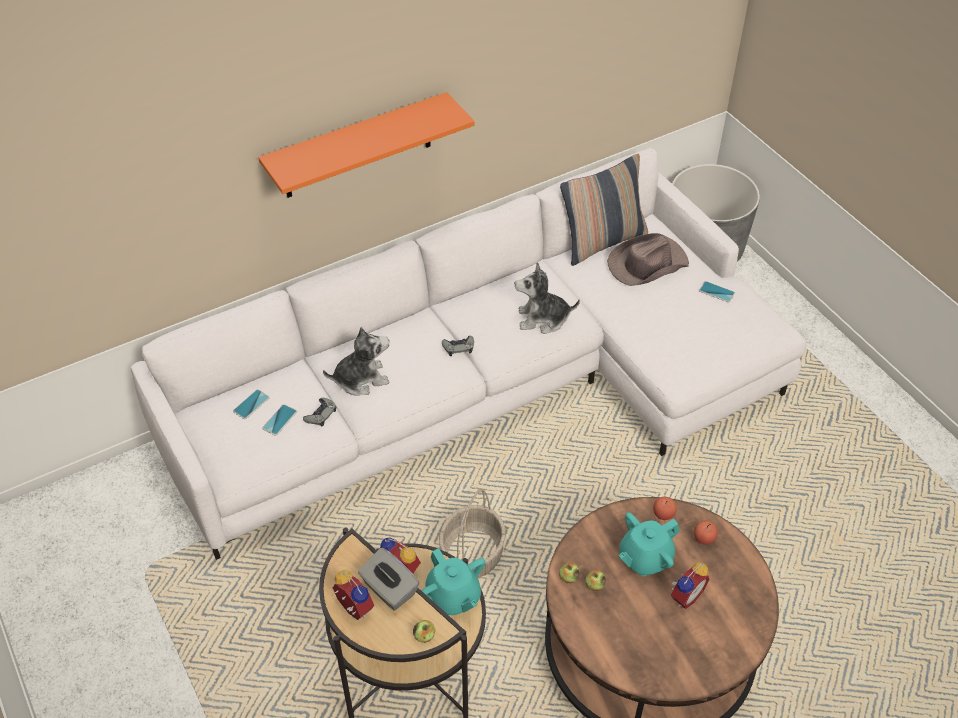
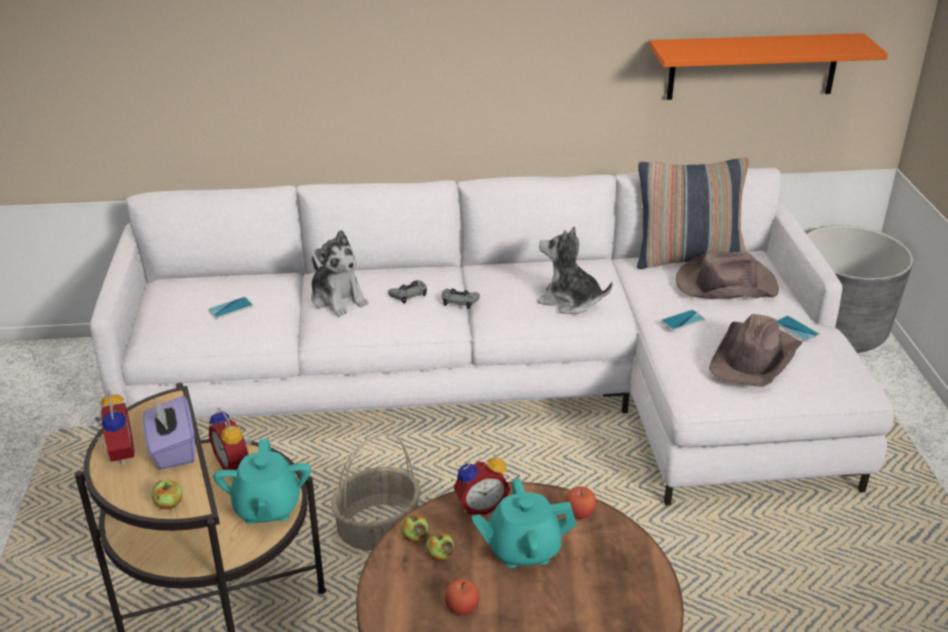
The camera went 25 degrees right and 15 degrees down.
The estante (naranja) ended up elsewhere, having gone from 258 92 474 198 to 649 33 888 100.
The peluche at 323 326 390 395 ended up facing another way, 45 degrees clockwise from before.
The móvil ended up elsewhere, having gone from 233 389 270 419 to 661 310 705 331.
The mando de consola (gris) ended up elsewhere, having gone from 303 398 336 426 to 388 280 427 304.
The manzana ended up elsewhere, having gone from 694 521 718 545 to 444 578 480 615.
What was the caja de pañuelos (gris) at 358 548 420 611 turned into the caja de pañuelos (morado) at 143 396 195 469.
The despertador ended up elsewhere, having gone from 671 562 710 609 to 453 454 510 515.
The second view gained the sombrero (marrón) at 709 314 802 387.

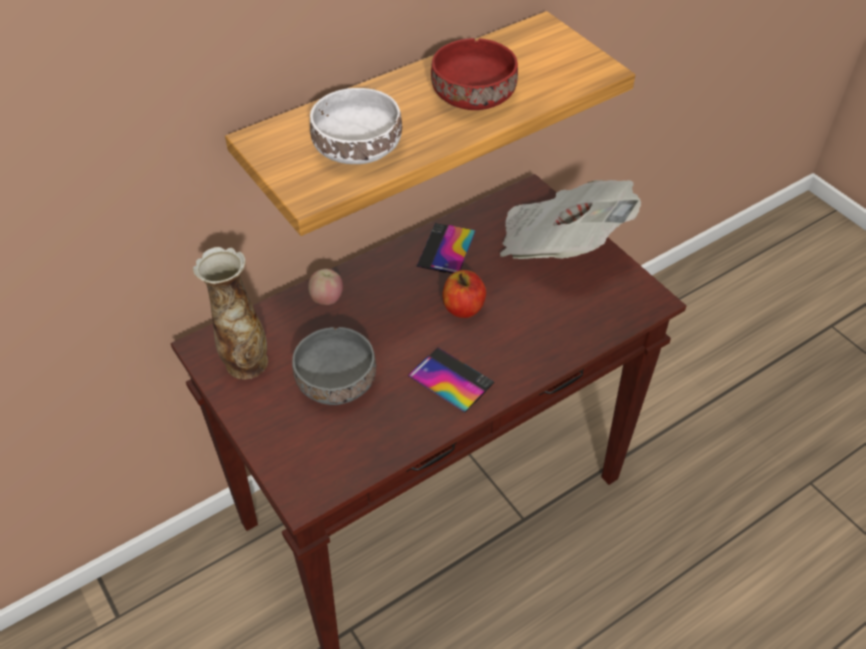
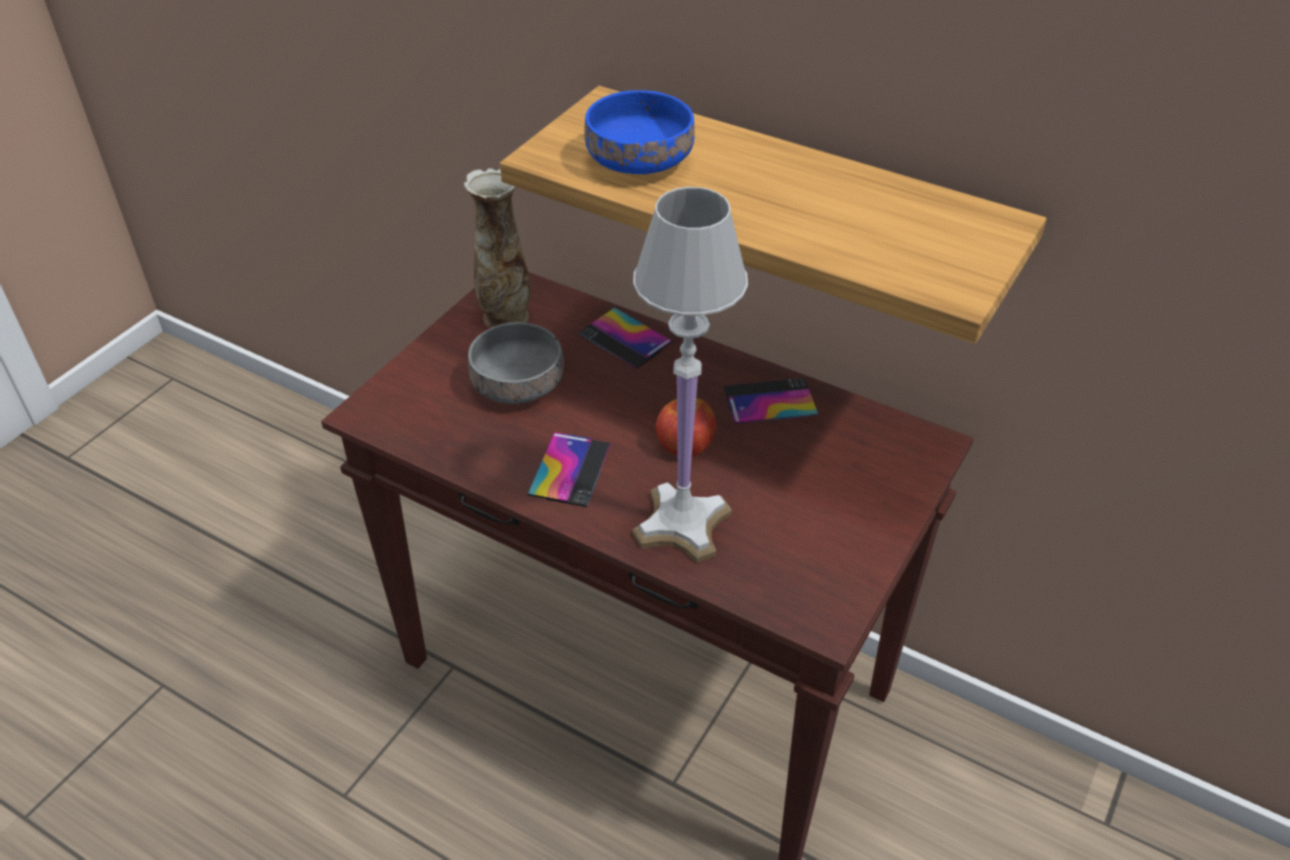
The camera went 65 degrees right and 5 degrees down.
The second view lost the cuenco (rojo) at 431 38 518 110.
What was the cuenco (blanco) at 310 88 402 164 turned into the cuenco (azul) at 584 90 695 174.
The second view lost the periódico at 500 180 641 259.
Where the manzana stood at 308 269 343 305, the móvil came to stand at 578 307 673 369.
The second view gained the lámpara de mesa (blanco) at 632 187 748 563.

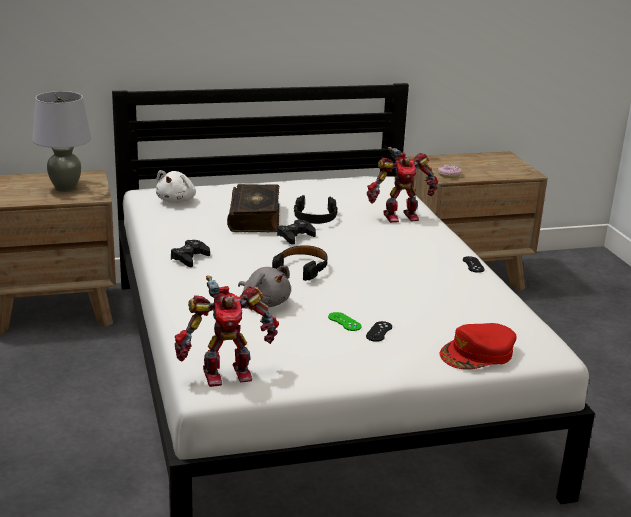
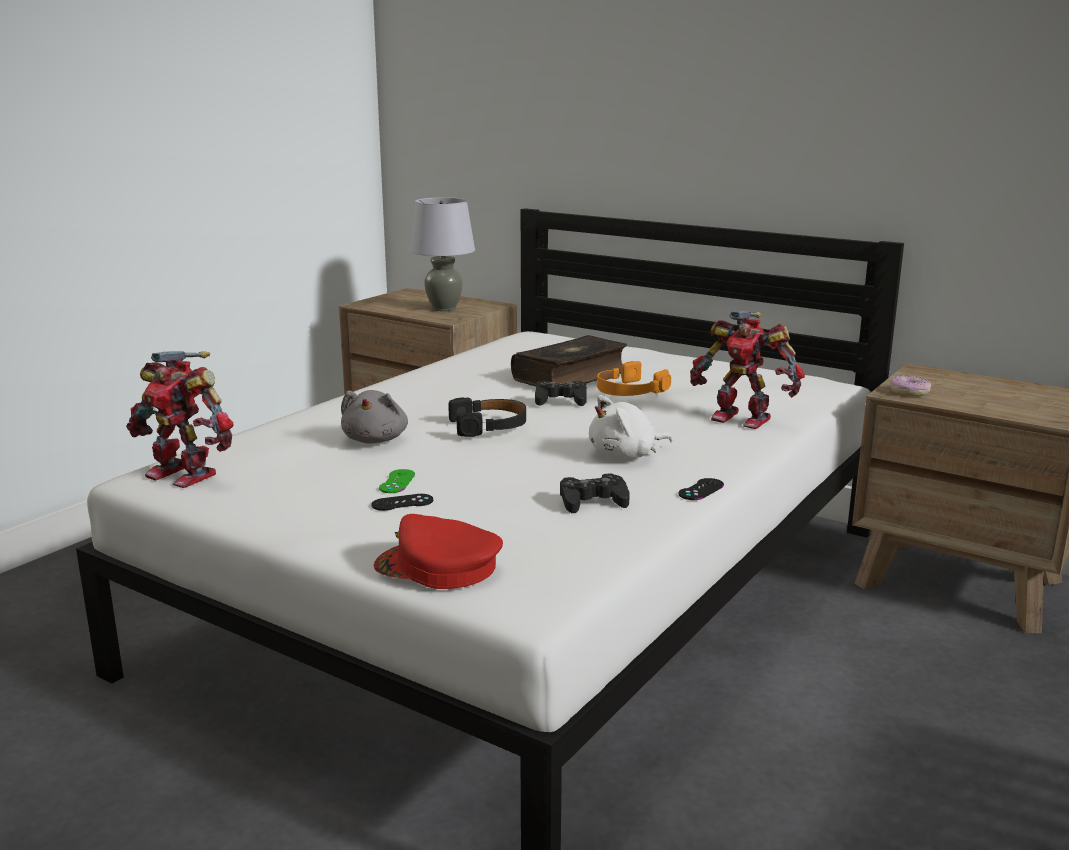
The camera went 50 degrees right and 5 degrees down.
The peluche (blanco) ended up elsewhere, having gone from 156 170 196 203 to 589 395 673 459.
What was the auriculares (negro) at 294 195 337 224 turned into the auriculares (naranja) at 597 361 671 396.
The mando de consola (negro) ended up elsewhere, having gone from 171 240 210 267 to 560 473 630 513.

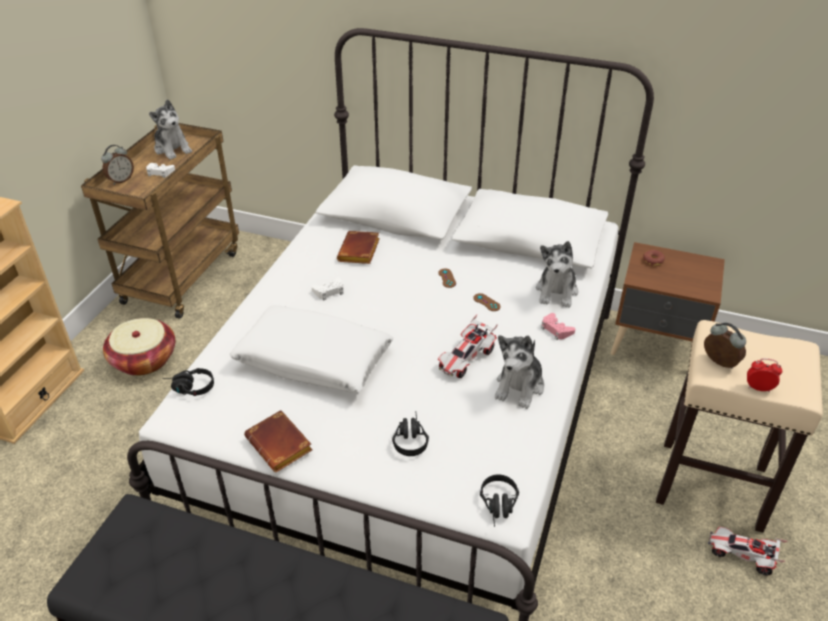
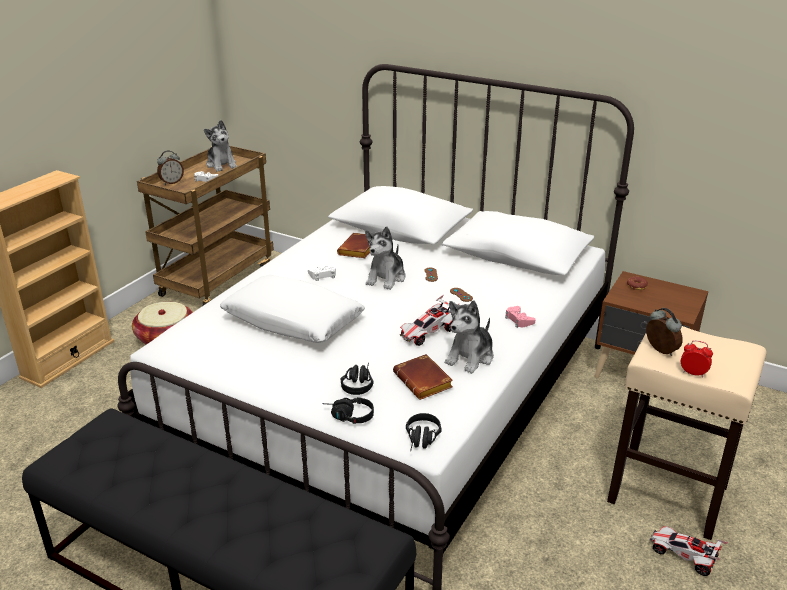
The camera went 10 degrees right and 10 degrees down.
The peluche ended up elsewhere, having gone from 536 241 578 308 to 365 227 406 290.
The auriculares (negro) ended up elsewhere, having gone from 162 368 214 396 to 322 397 374 424.
The libro (marrón) ended up elsewhere, having gone from 244 410 313 472 to 393 354 453 400.

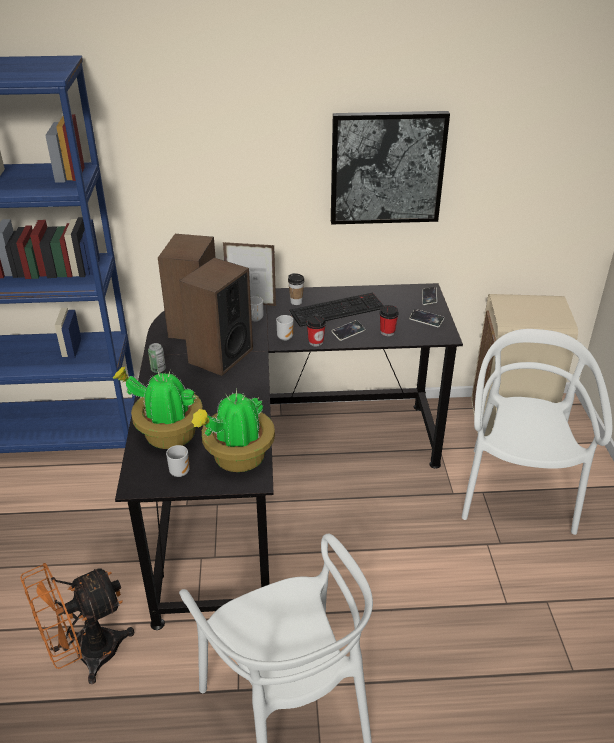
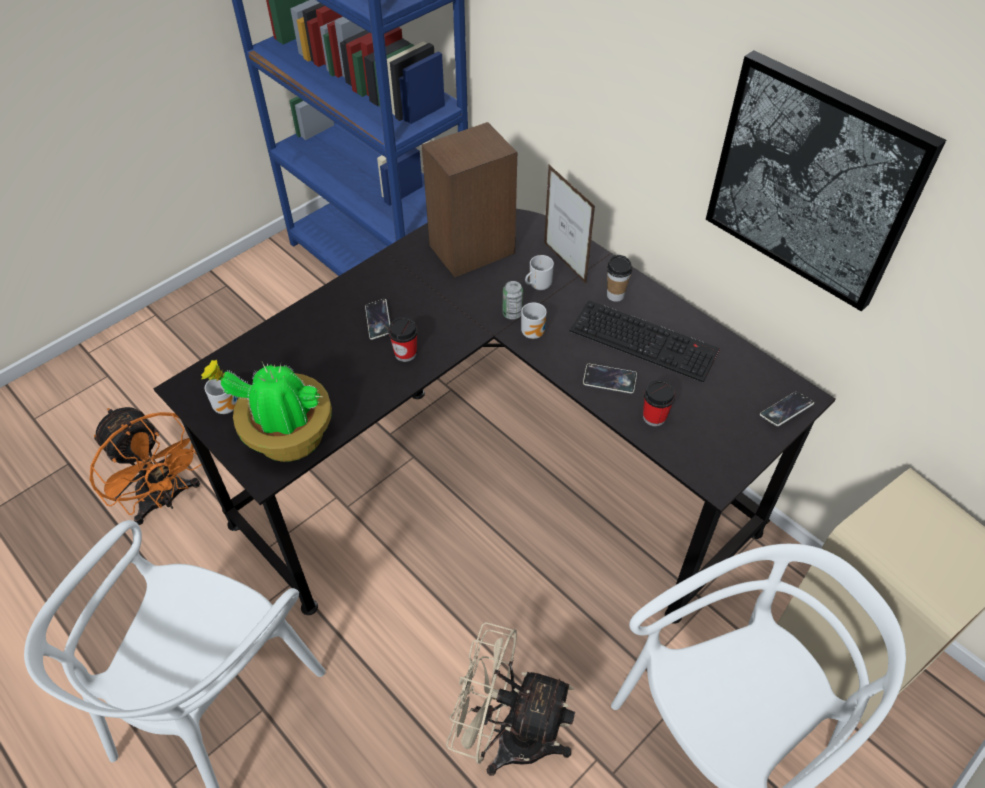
The camera went 50 degrees right and 15 degrees up.
The second view lost the altavoz at 179 258 253 376.
The móvil ended up elsewhere, having gone from 409 309 444 327 to 365 299 390 340.
The taza ended up elsewhere, having gone from 306 315 326 346 to 388 317 418 362.
The lata ended up elsewhere, having gone from 148 343 166 373 to 503 281 523 320.
The second view lost the planta en maceta at 112 366 203 449.
The ventilador (naranja) at 20 563 134 684 ended up facing another way, 150 degrees counterclockwise from before.
The second view gained the ventilador (beis) at 446 622 575 776.

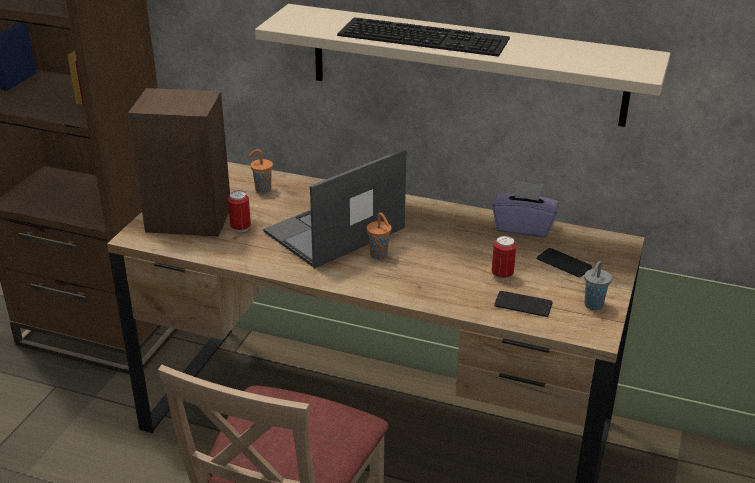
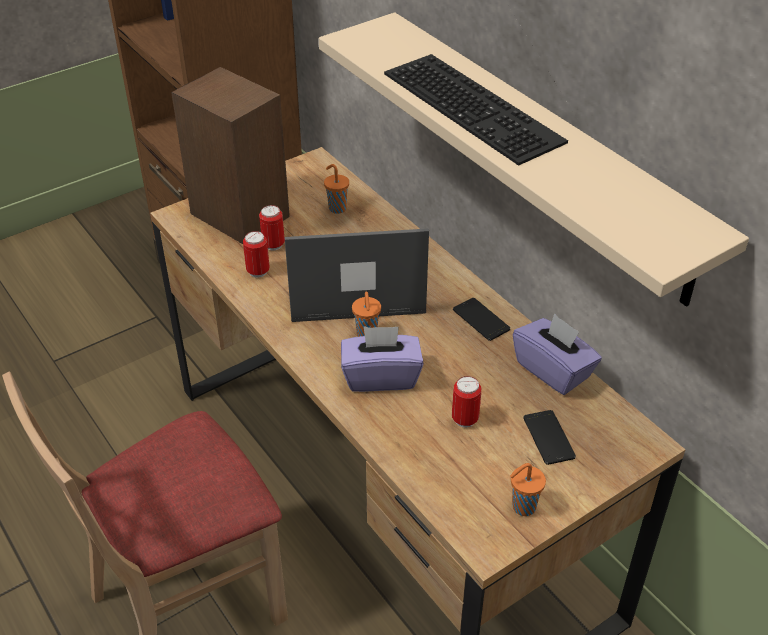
The camera went 35 degrees right and 10 degrees up.
What was the taza (gris) at 584 261 612 310 turned into the taza (naranja) at 510 463 546 516.
The móvil ended up elsewhere, having gone from 494 291 553 317 to 453 298 510 341.
The second view gained the lata at 243 231 270 278.
The second view gained the caja de pañuelos (morado) at 341 327 424 392.

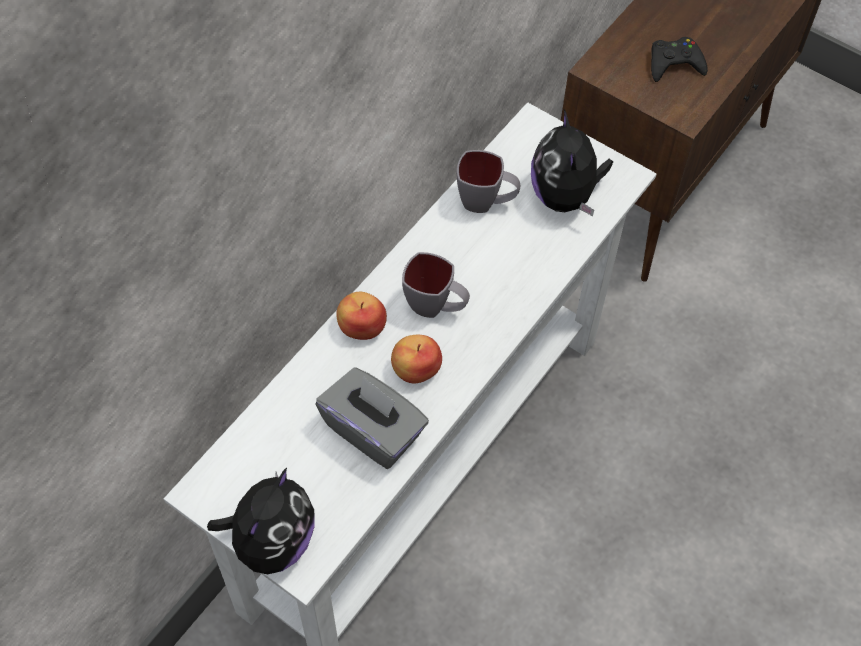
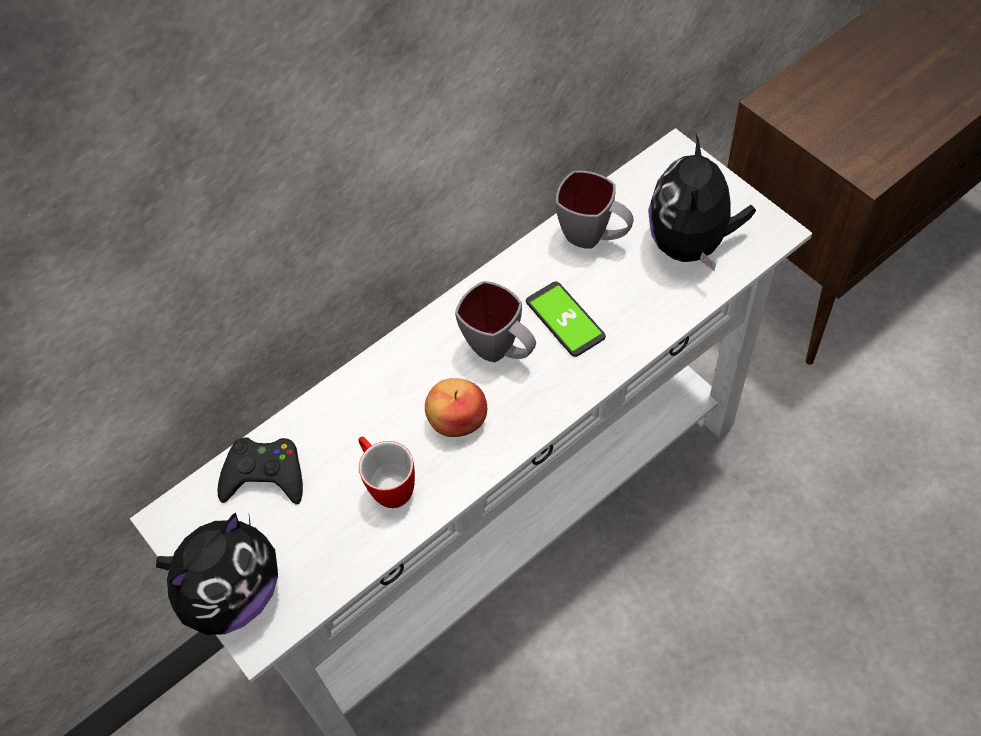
The camera went 20 degrees right and 0 degrees up.
The mando de consola (negro) ended up elsewhere, having gone from 651 37 708 82 to 217 437 303 505.
The second view lost the manzana at 336 292 387 340.
Where the caja de pañuelos (gris) stood at 316 368 429 469, the taza grande came to stand at 358 437 415 508.
The second view gained the móvil at 526 281 606 357.

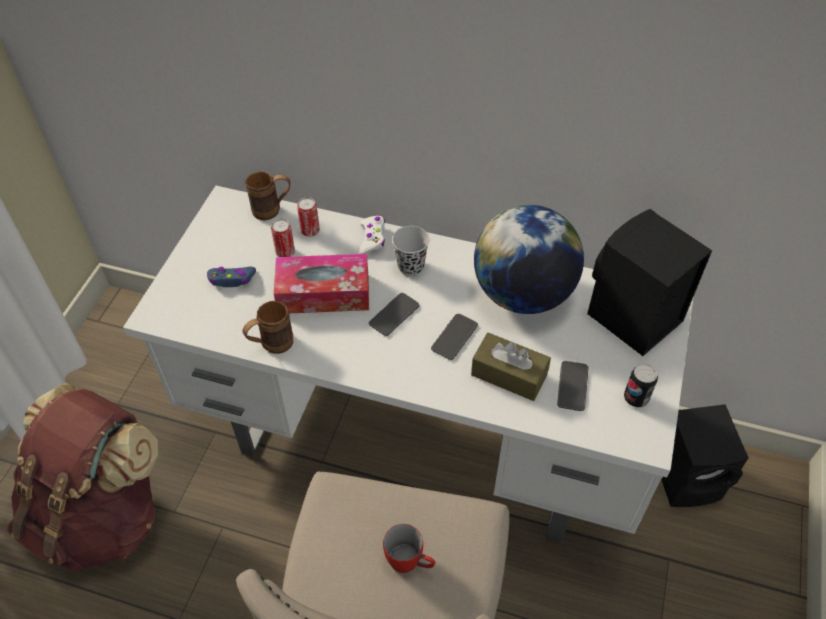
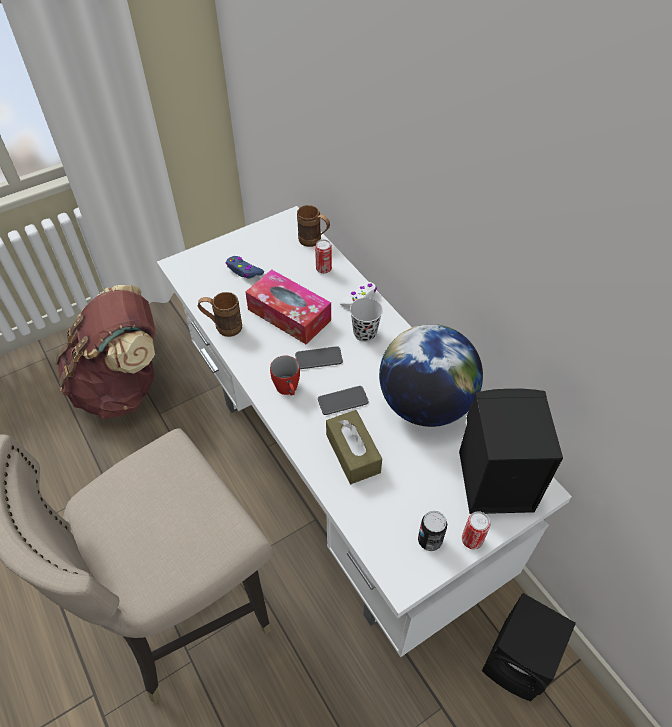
The camera went 40 degrees right and 0 degrees up.
The lata ended up elsewhere, having gone from 271 219 295 257 to 462 511 490 549.
The second view lost the móvil at 557 361 588 411.
The taza grande (rojo) ended up elsewhere, having gone from 383 524 436 573 to 270 356 300 396.

